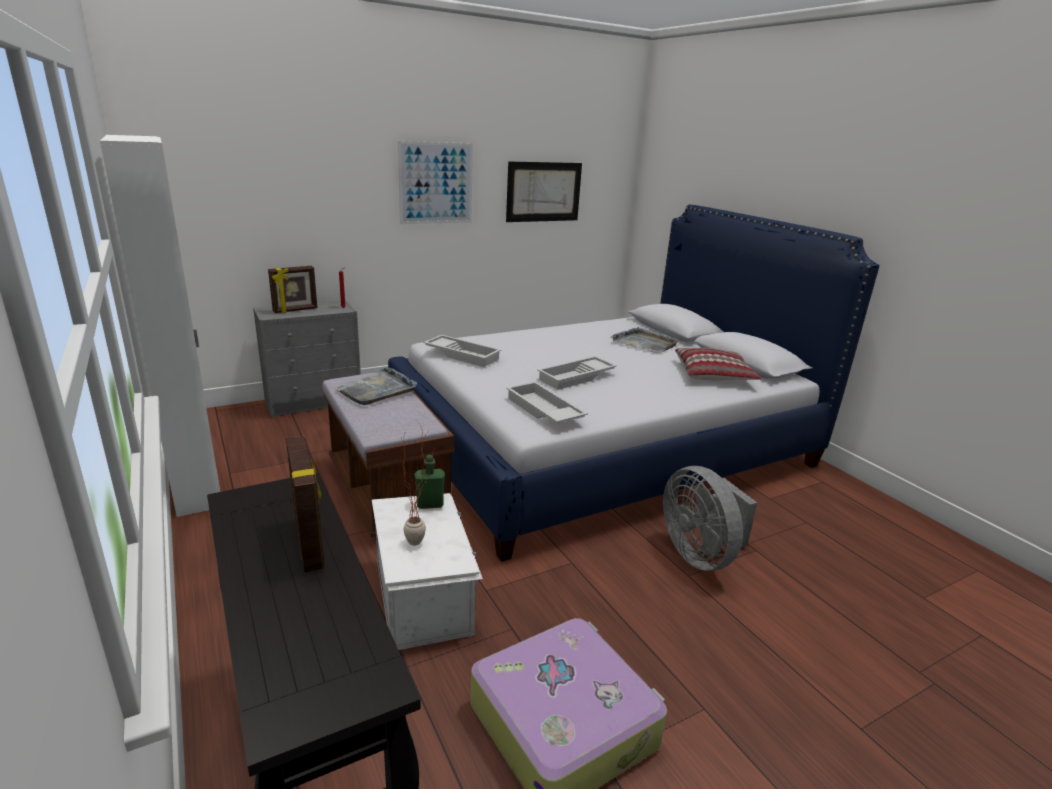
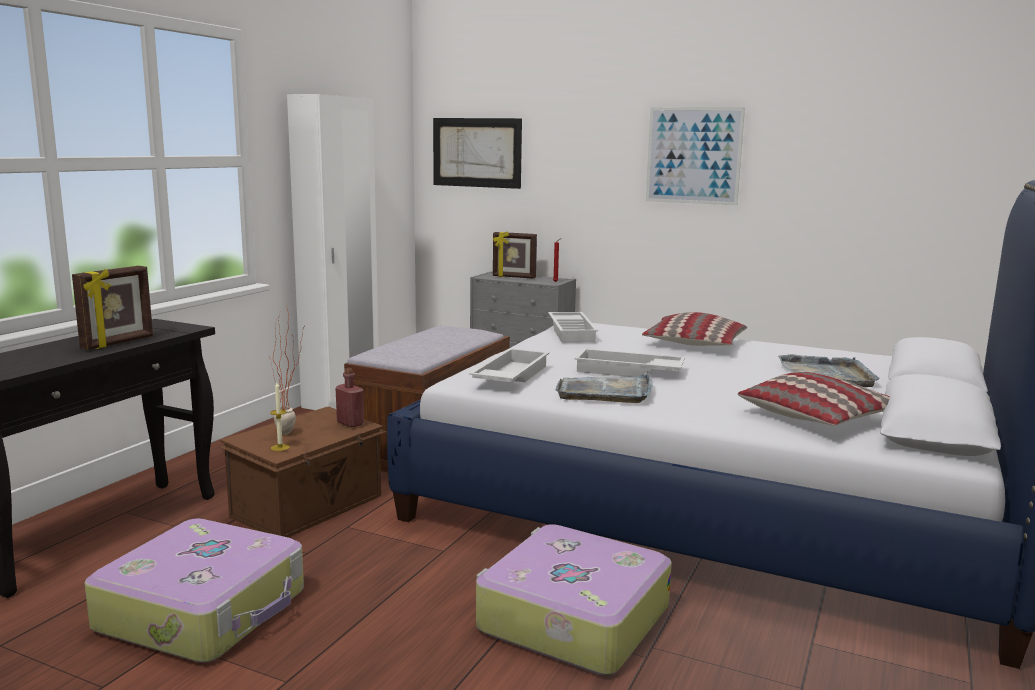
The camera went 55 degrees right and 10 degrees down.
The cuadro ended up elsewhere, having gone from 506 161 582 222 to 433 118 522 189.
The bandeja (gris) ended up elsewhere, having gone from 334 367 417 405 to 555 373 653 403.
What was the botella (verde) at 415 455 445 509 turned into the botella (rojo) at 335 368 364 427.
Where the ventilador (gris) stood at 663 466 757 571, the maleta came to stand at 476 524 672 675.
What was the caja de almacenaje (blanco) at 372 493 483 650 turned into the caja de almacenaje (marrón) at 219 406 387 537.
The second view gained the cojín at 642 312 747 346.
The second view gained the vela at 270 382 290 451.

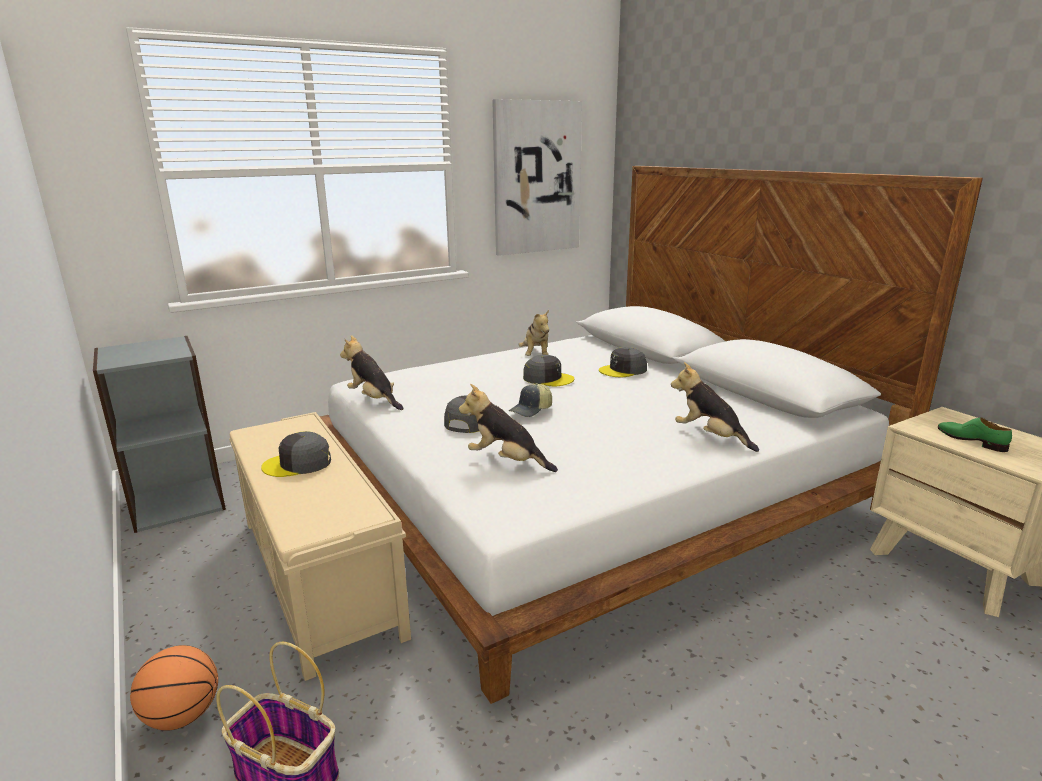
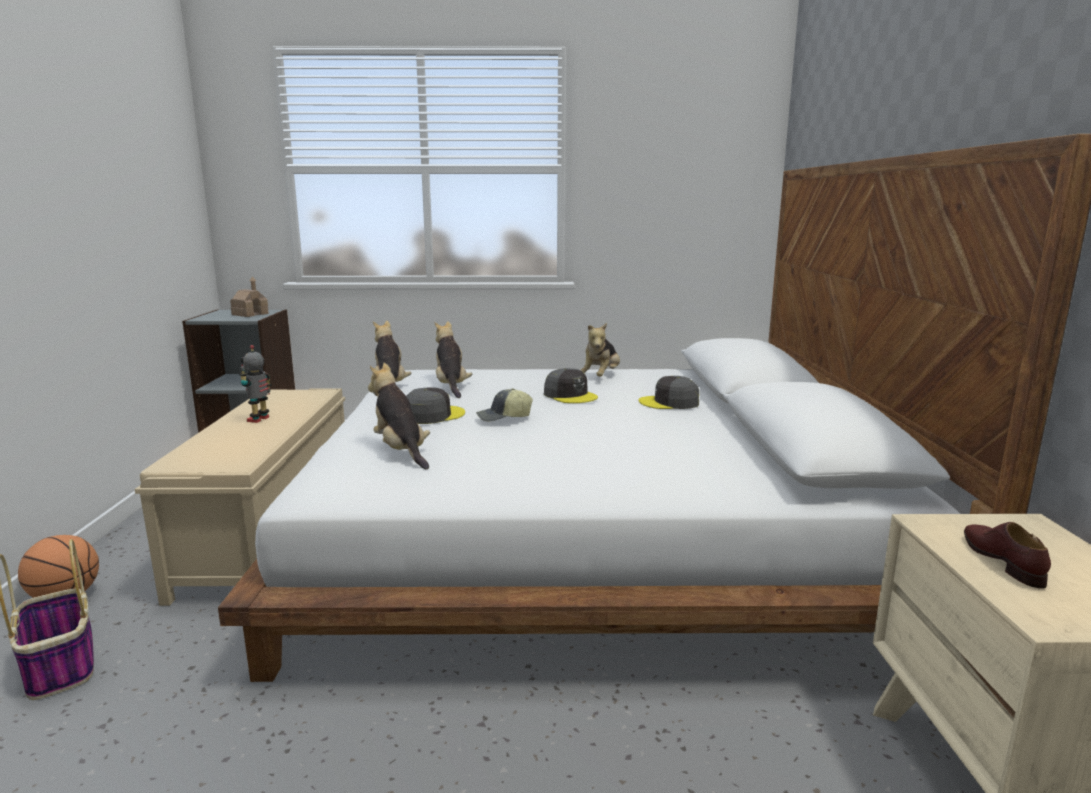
The camera went 30 degrees right and 5 degrees down.
The second view lost the cuadro at 492 99 582 256.
The peluche ended up elsewhere, having gone from 671 362 759 452 to 435 321 472 398.
What was the zapato (verde) at 938 417 1012 452 turned into the zapato (marrón) at 964 522 1051 589.
Where the gorra (gris) stood at 261 431 331 477, the robot de juguete came to stand at 239 345 272 423.
The second view gained the casita at 230 276 269 317.

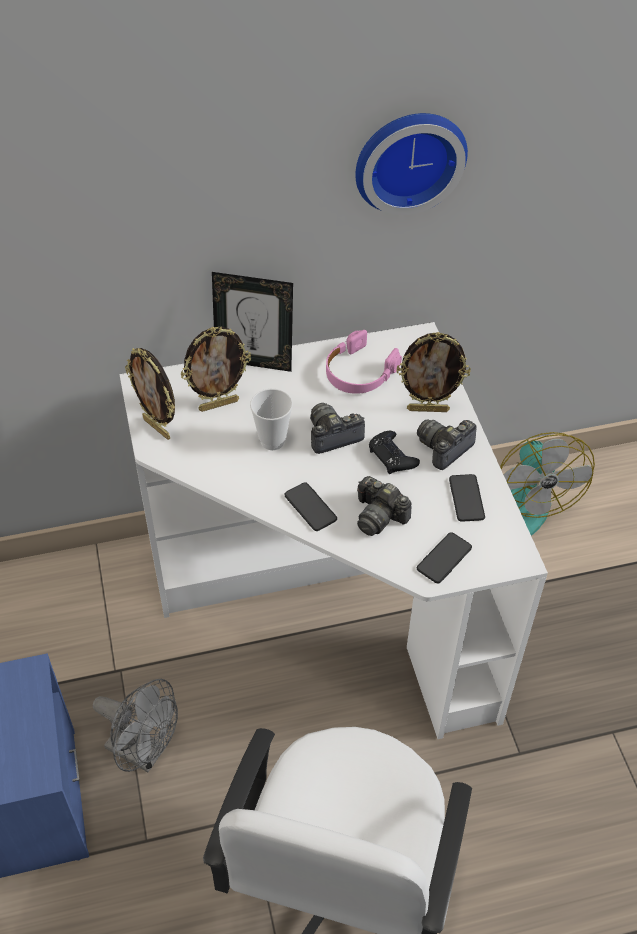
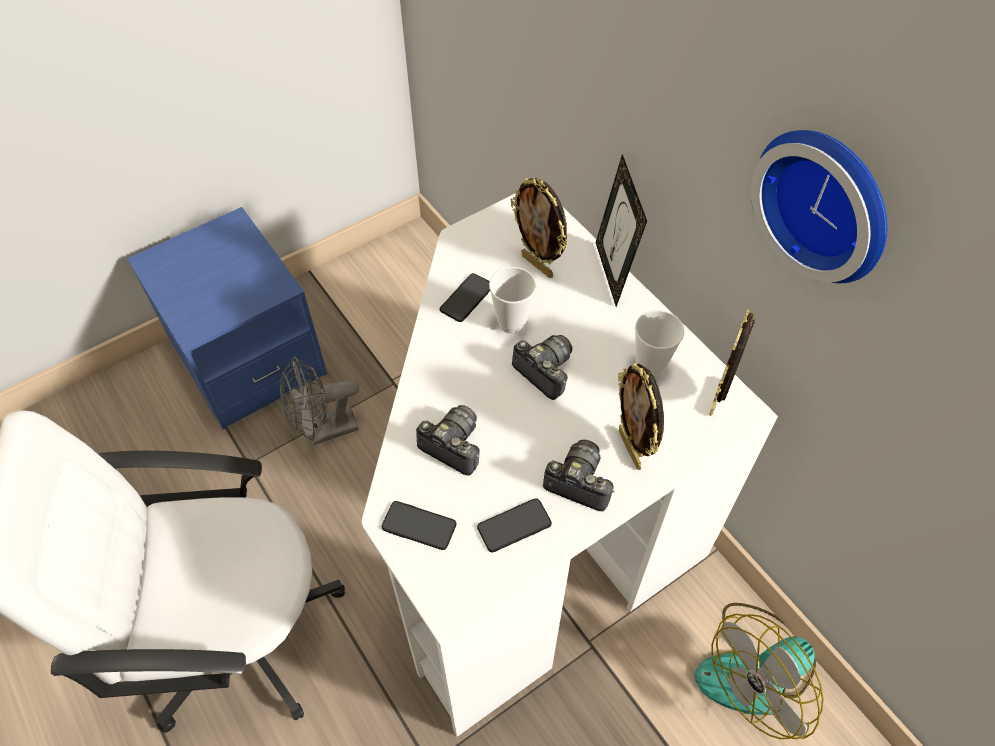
The camera went 70 degrees right and 5 degrees up.
Where the auriculares (rosa) stood at 326 330 402 394, the taza came to stand at 635 310 684 378.
The portarretratos ended up elsewhere, having gone from 125 348 175 440 to 709 309 756 416.
The second view lost the mando de consola (negro) at 369 431 420 474.
The cámara at 357 476 412 536 ended up facing another way, 105 degrees clockwise from before.
The móvil ended up elsewhere, having gone from 284 482 337 531 to 440 273 490 322.
The ventilador (gris) at 93 679 178 772 ended up facing another way, 60 degrees clockwise from before.

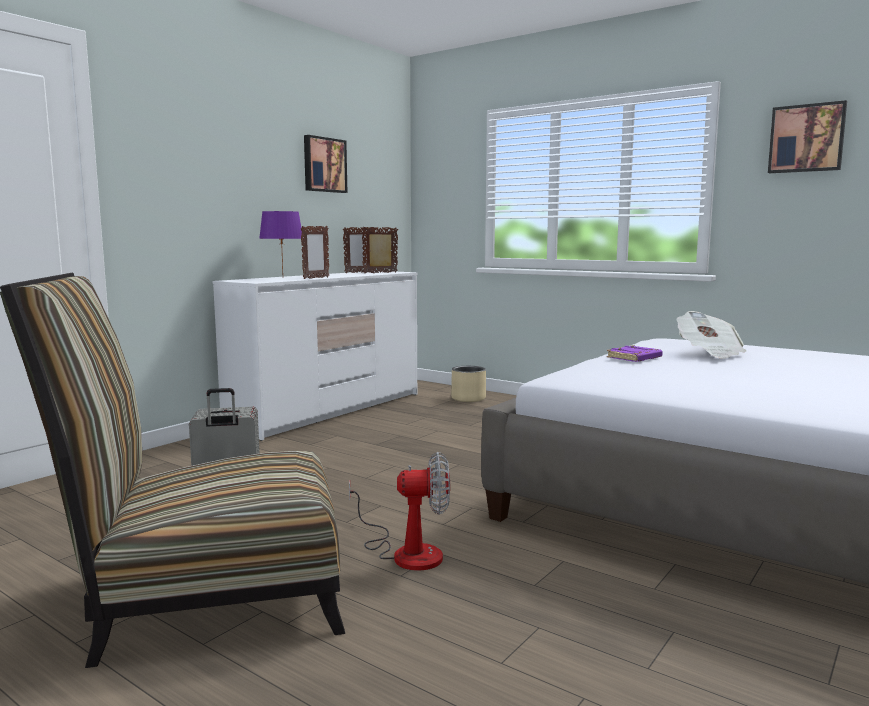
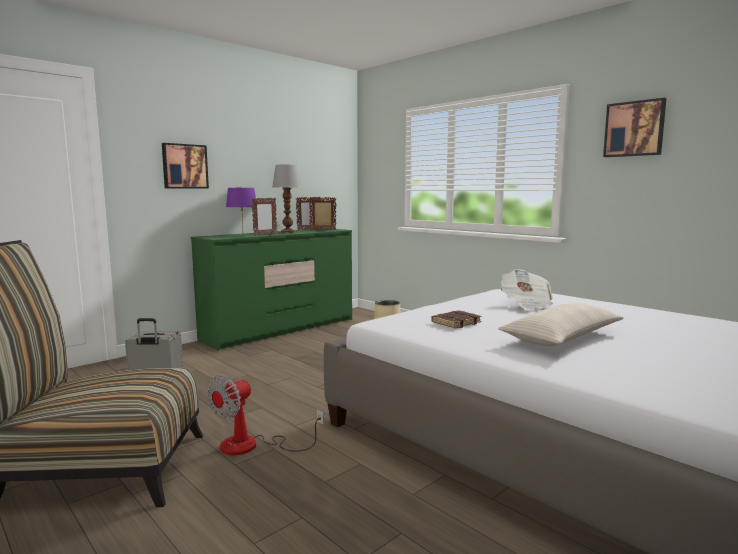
The camera went 10 degrees right and 0 degrees up.
The cuadro ended up elsewhere, having gone from 304 135 347 193 to 162 143 209 189.
What was the cómoda (blanco) at 213 271 417 441 turned into the cómoda (verde) at 191 228 352 351.
The second view lost the libro (morado) at 607 345 663 362.
The ventilador at 349 452 450 571 ended up facing another way, 120 degrees clockwise from before.
The second view gained the lámpara de mesa at 272 165 301 233.
The second view gained the cojín (beis) at 498 303 623 346.
The second view gained the libro (marrón) at 431 310 481 328.

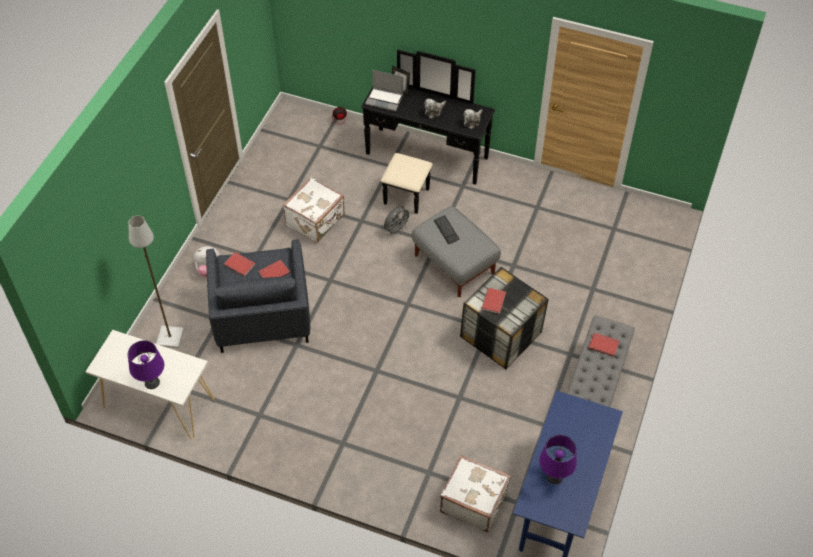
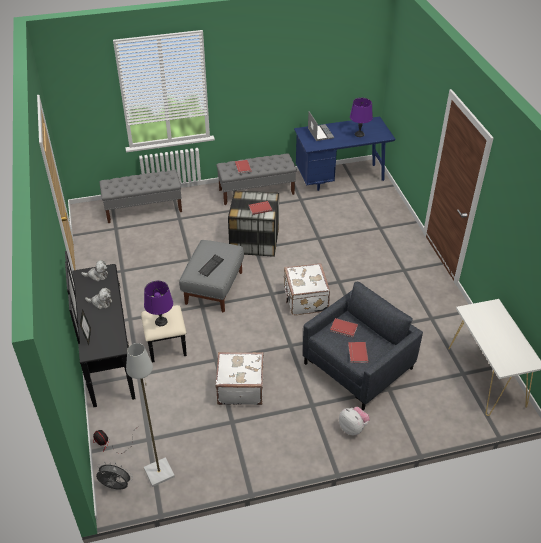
The camera went 125 degrees left and 10 degrees down.
The portátil ended up elsewhere, having gone from 365 70 403 111 to 308 111 334 141.
The ventilador (gris) ended up elsewhere, having gone from 384 206 412 236 to 96 462 133 490.
The lámpara de pie (gris) ended up elsewhere, having gone from 129 215 184 348 to 126 343 175 487.
The lámpara de mesa (morado) ended up elsewhere, having gone from 128 340 164 389 to 144 281 173 326.
The maleta (blanco) ended up elsewhere, having gone from 440 455 510 532 to 284 263 330 315.
The second view gained the banco (gris) at 99 170 182 223.

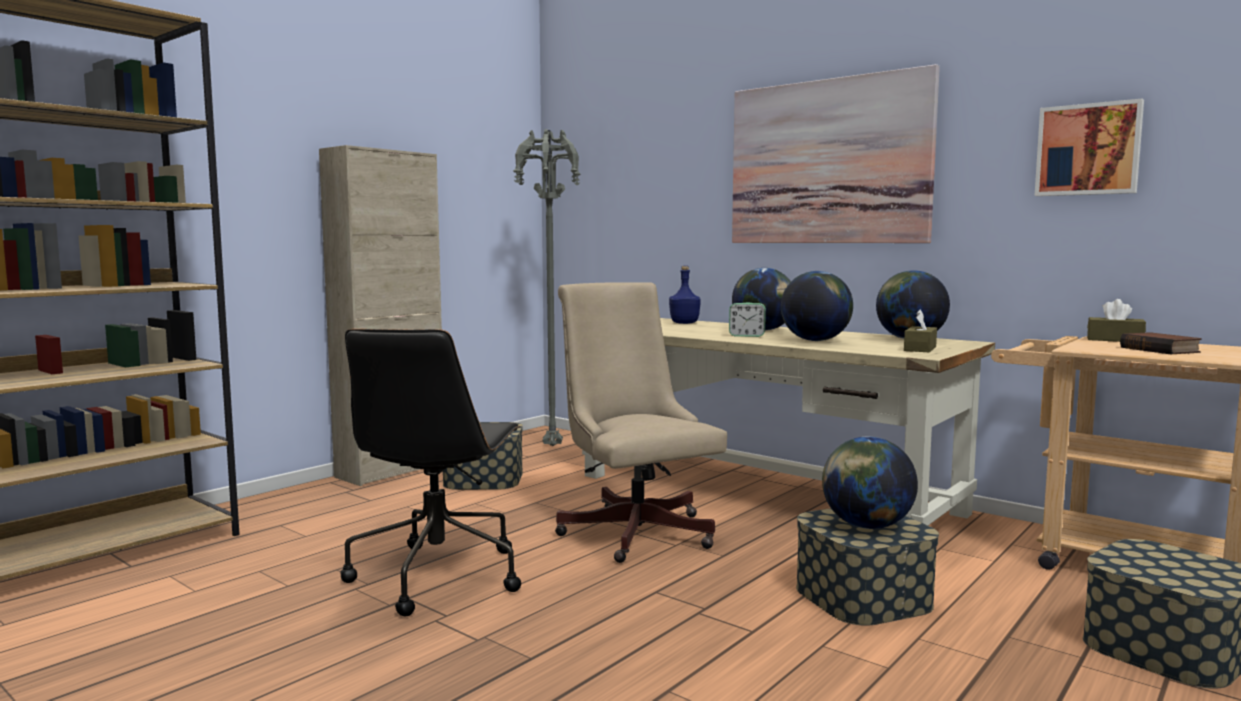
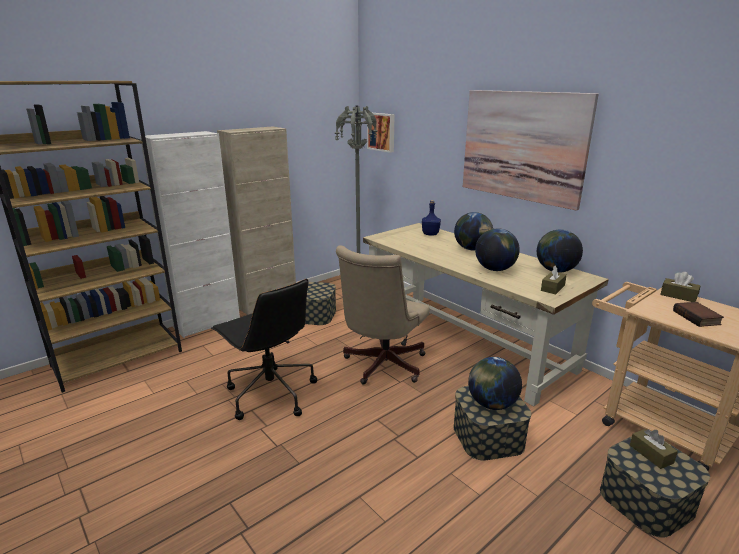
The camera went 10 degrees right and 15 degrees up.
The cuadro ended up elsewhere, having gone from 1035 99 1144 196 to 367 113 395 153.
The silla de oficina (beis) at 555 282 727 563 ended up facing another way, 135 degrees counterclockwise from before.
The second view lost the despertador at 729 303 766 337.
The silla de oficina (negro) at 340 329 521 616 ended up facing another way, 60 degrees counterclockwise from before.
The second view gained the armario (blanco) at 140 131 240 338.
The second view gained the caja de pañuelos (marrón) at 630 429 678 469.

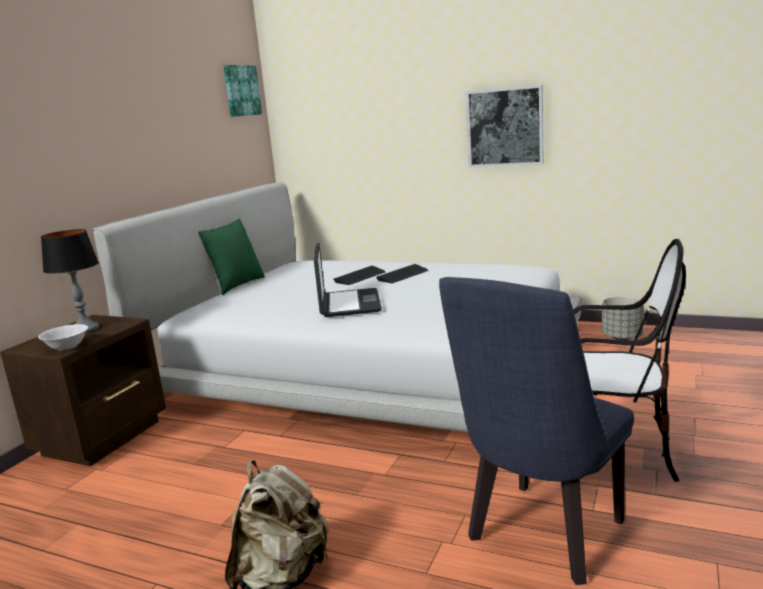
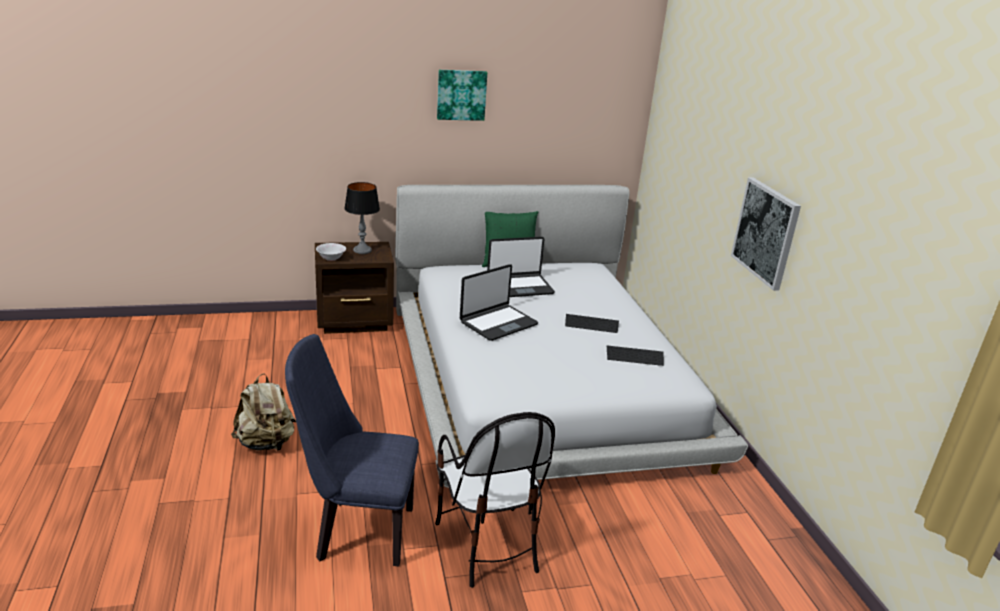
The camera went 50 degrees right and 10 degrees up.
The cuadro ended up elsewhere, having gone from 224 65 262 117 to 437 70 487 121.
The teclado ended up elsewhere, having gone from 334 265 386 285 to 607 346 664 366.
The second view lost the maceta (gris) at 602 296 644 340.
The second view gained the portátil at 487 237 555 297.

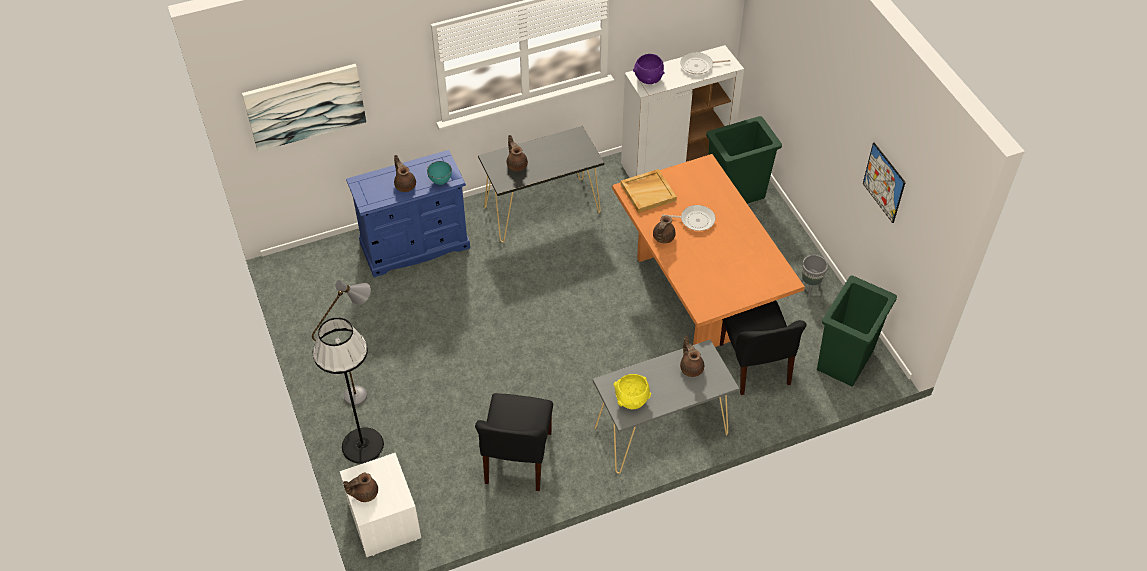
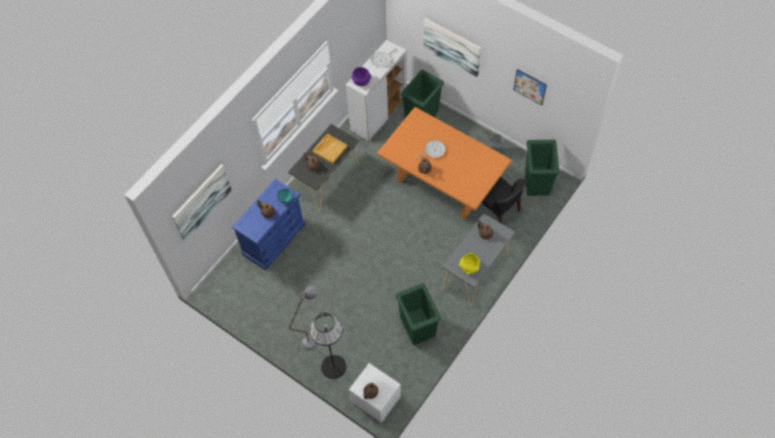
The camera went 30 degrees left and 10 degrees up.
The bandeja (beis) ended up elsewhere, having gone from 621 169 677 213 to 312 134 348 164.
Where the silla (negro) stood at 475 393 553 491, the papelera (verde) came to stand at 396 283 441 345.
The second view gained the cuadro at 423 18 481 77.

